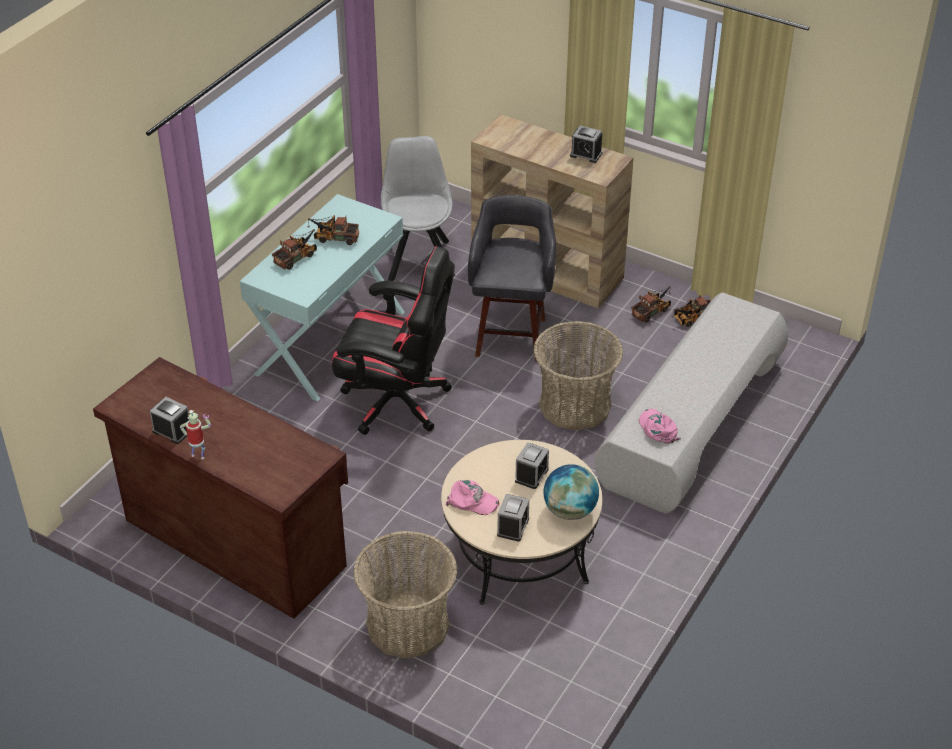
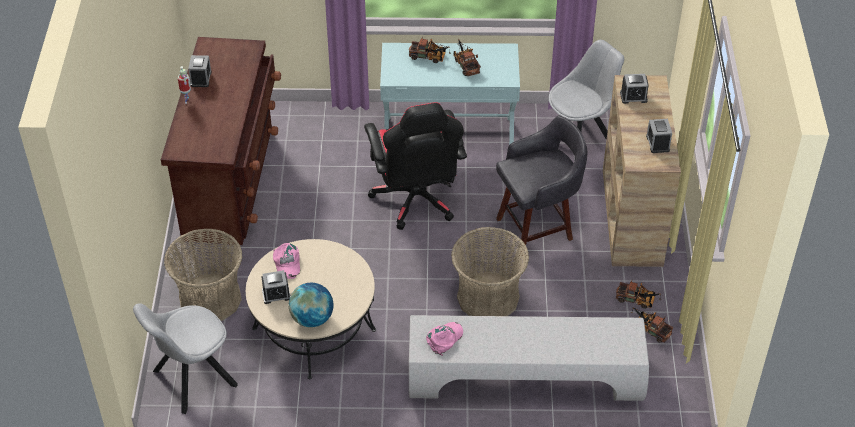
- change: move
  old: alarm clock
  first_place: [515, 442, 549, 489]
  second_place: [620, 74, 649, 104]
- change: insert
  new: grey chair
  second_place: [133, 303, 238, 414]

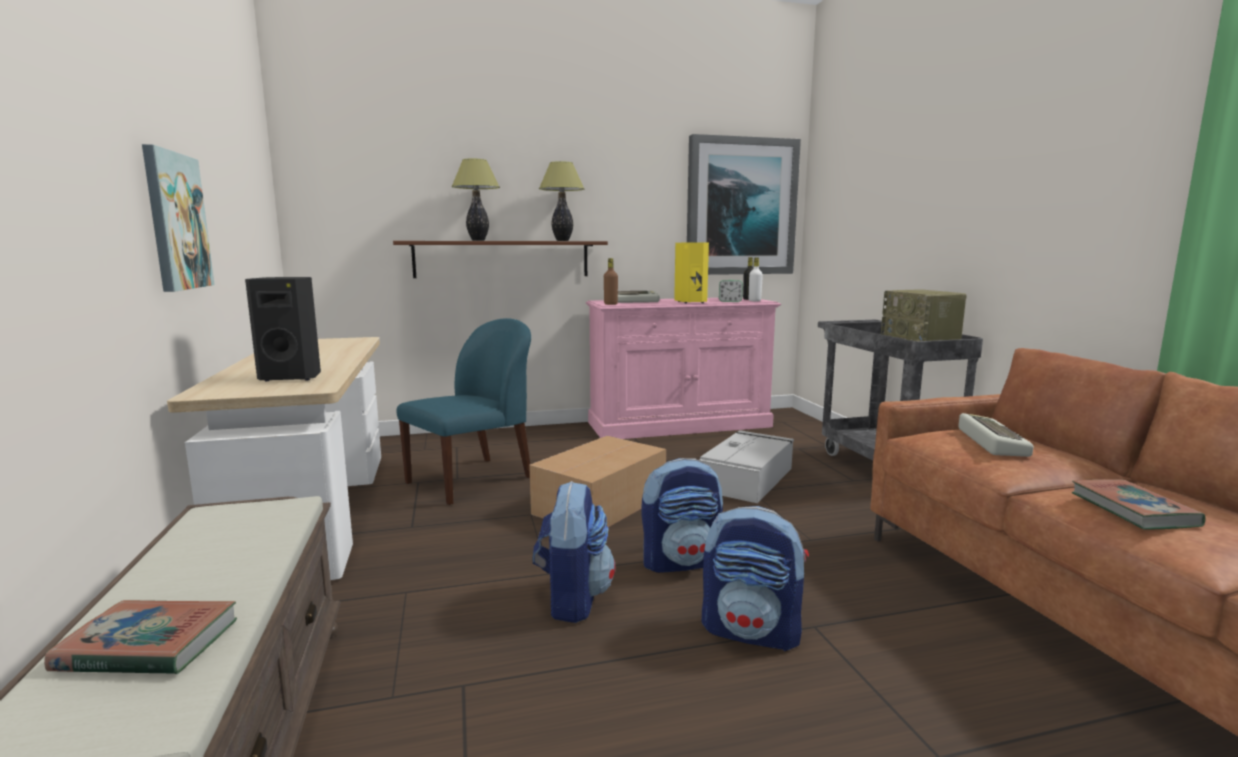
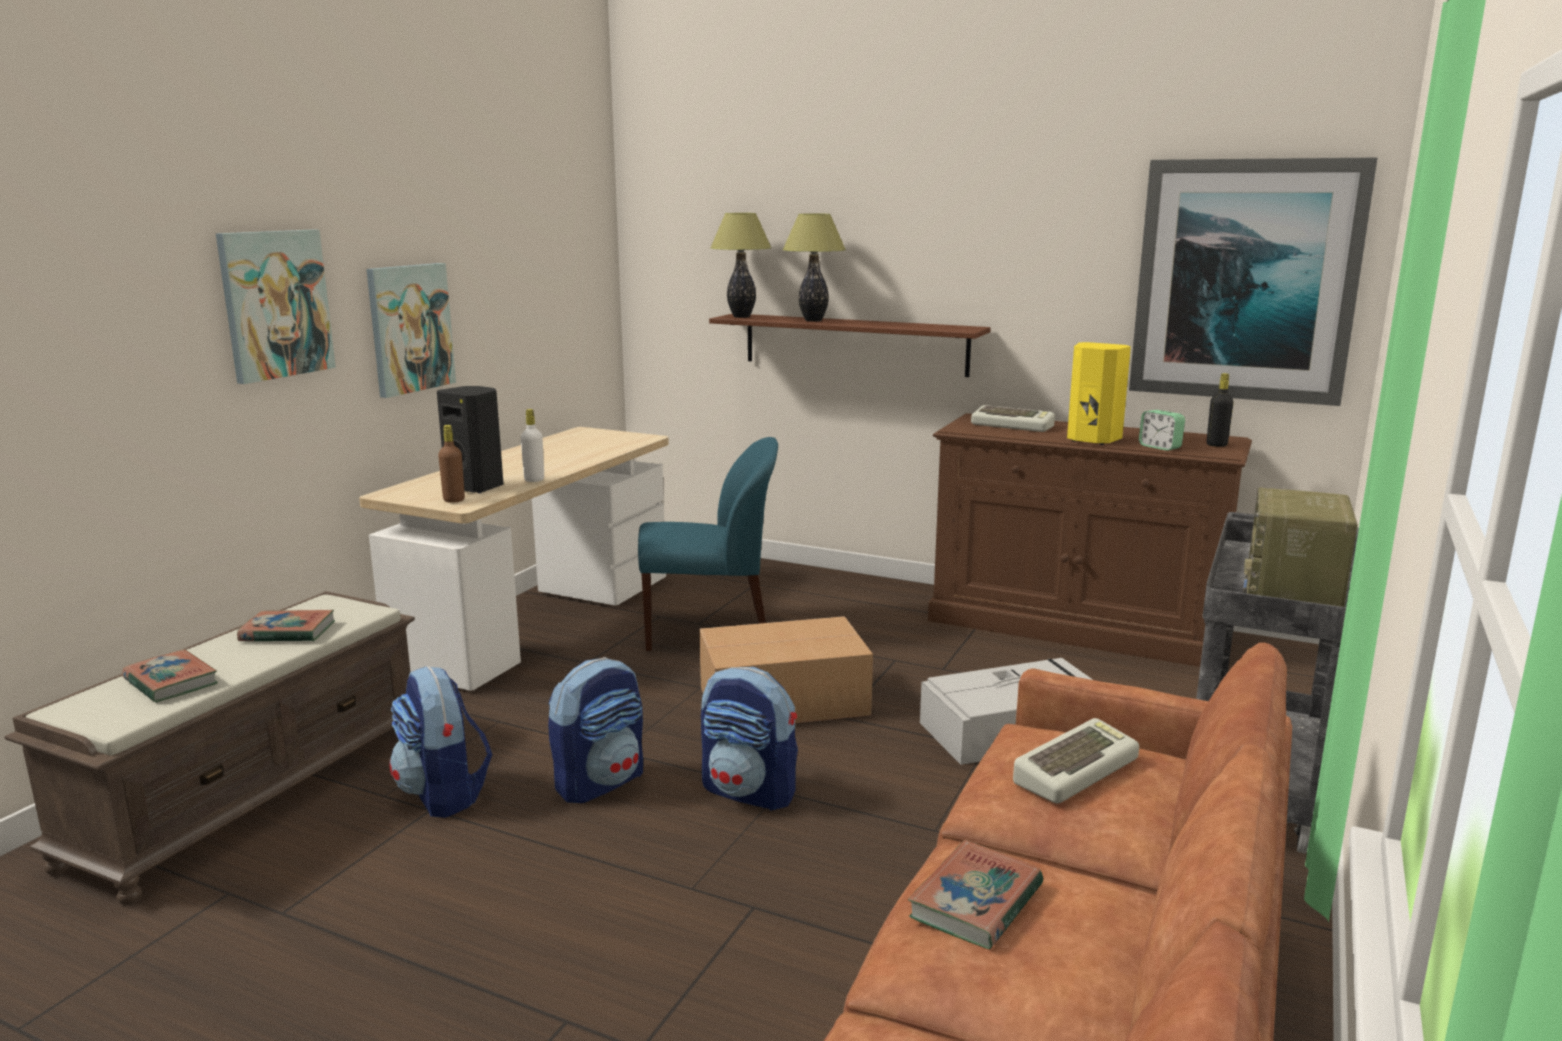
- change: move
  old: table lamp
  first_place: [539, 161, 584, 241]
  second_place: [710, 213, 772, 318]
- change: recolor
  old: pink cabinet
  new: brown cabinet
  first_place: [586, 297, 781, 439]
  second_place: [928, 413, 1252, 667]
- change: move
  old: brown bottle
  first_place: [604, 258, 618, 305]
  second_place: [438, 425, 465, 503]
- change: move
  old: backpack
  first_place: [702, 506, 809, 651]
  second_place: [389, 666, 493, 818]
- change: move
  old: white bottle
  first_place: [749, 258, 763, 301]
  second_place: [521, 409, 544, 482]
- change: insert
  new: picture
  second_place: [216, 230, 336, 384]
- change: insert
  new: book
  second_place: [237, 610, 335, 641]

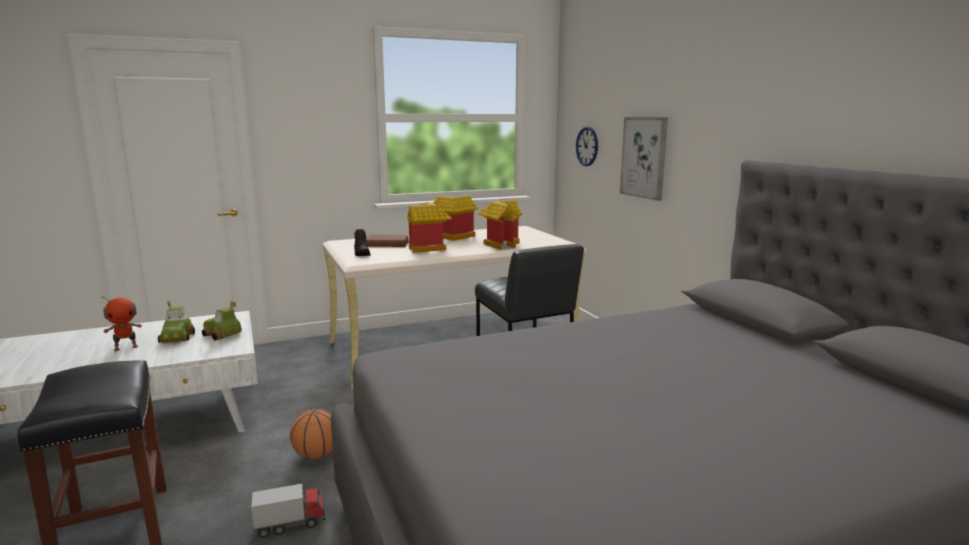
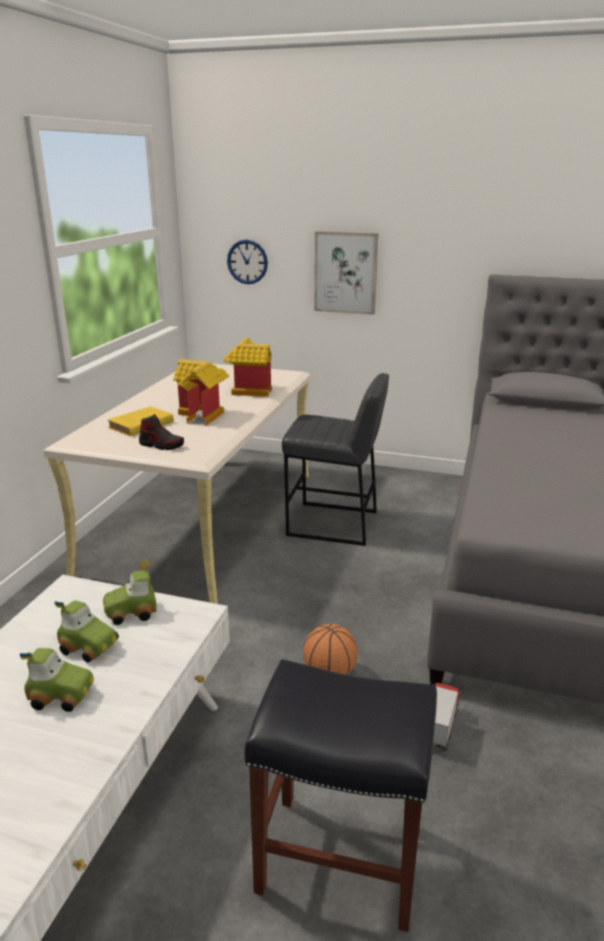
- change: replace
  old: toy robot
  new: toy car
  first_place: [101, 295, 142, 351]
  second_place: [20, 648, 94, 712]
- change: recolor
  old: brown book
  new: yellow book
  first_place: [366, 235, 409, 247]
  second_place: [108, 406, 174, 436]
- change: delete
  old: toy house
  first_place: [433, 195, 478, 241]

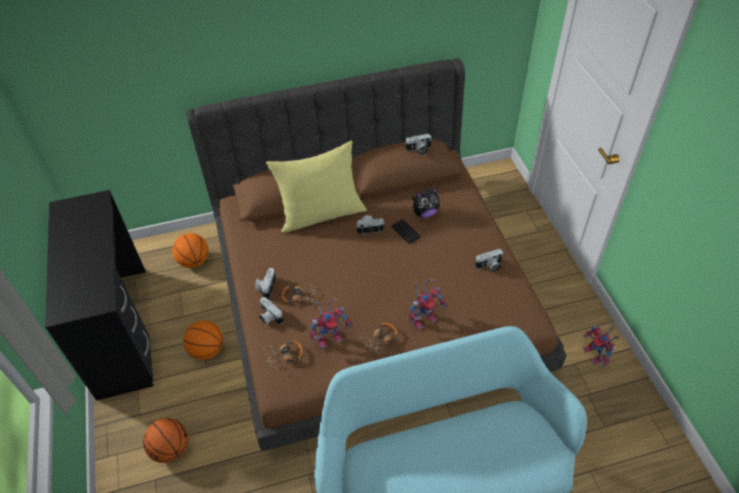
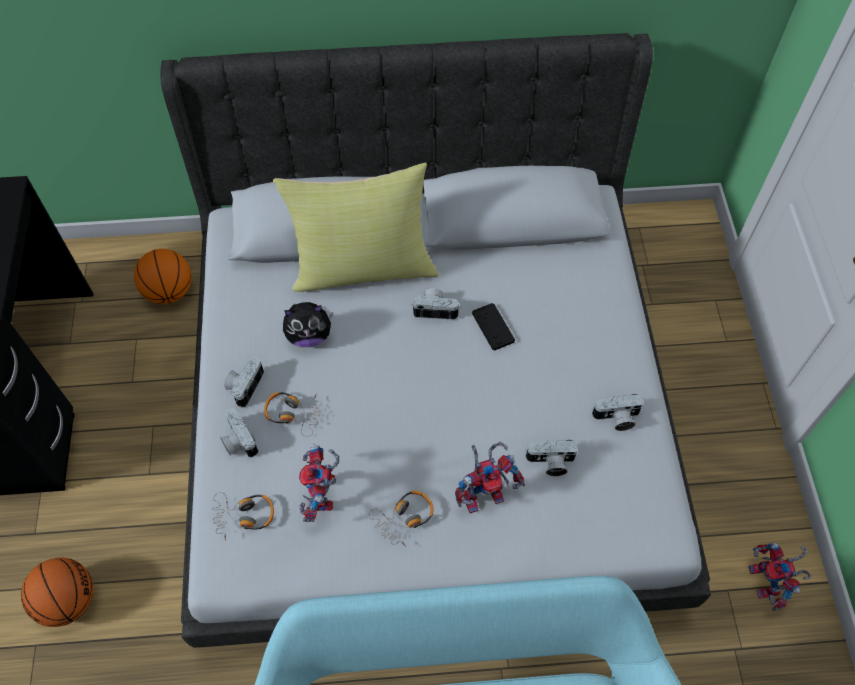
- change: delete
  old: basketball
  first_place: [183, 320, 223, 360]
- change: recolor
  old: brown bed
  new: grey bed
  first_place: [186, 58, 566, 451]
  second_place: [160, 33, 711, 648]
- change: rotate
  old: toy robot
  first_place: [310, 298, 353, 349]
  second_place: [299, 444, 339, 522]
  degrees: 105
- change: move
  old: photo camera
  first_place: [405, 134, 432, 155]
  second_place: [525, 440, 579, 476]
- change: move
  old: plush toy
  first_place: [412, 188, 440, 218]
  second_place: [283, 302, 333, 347]

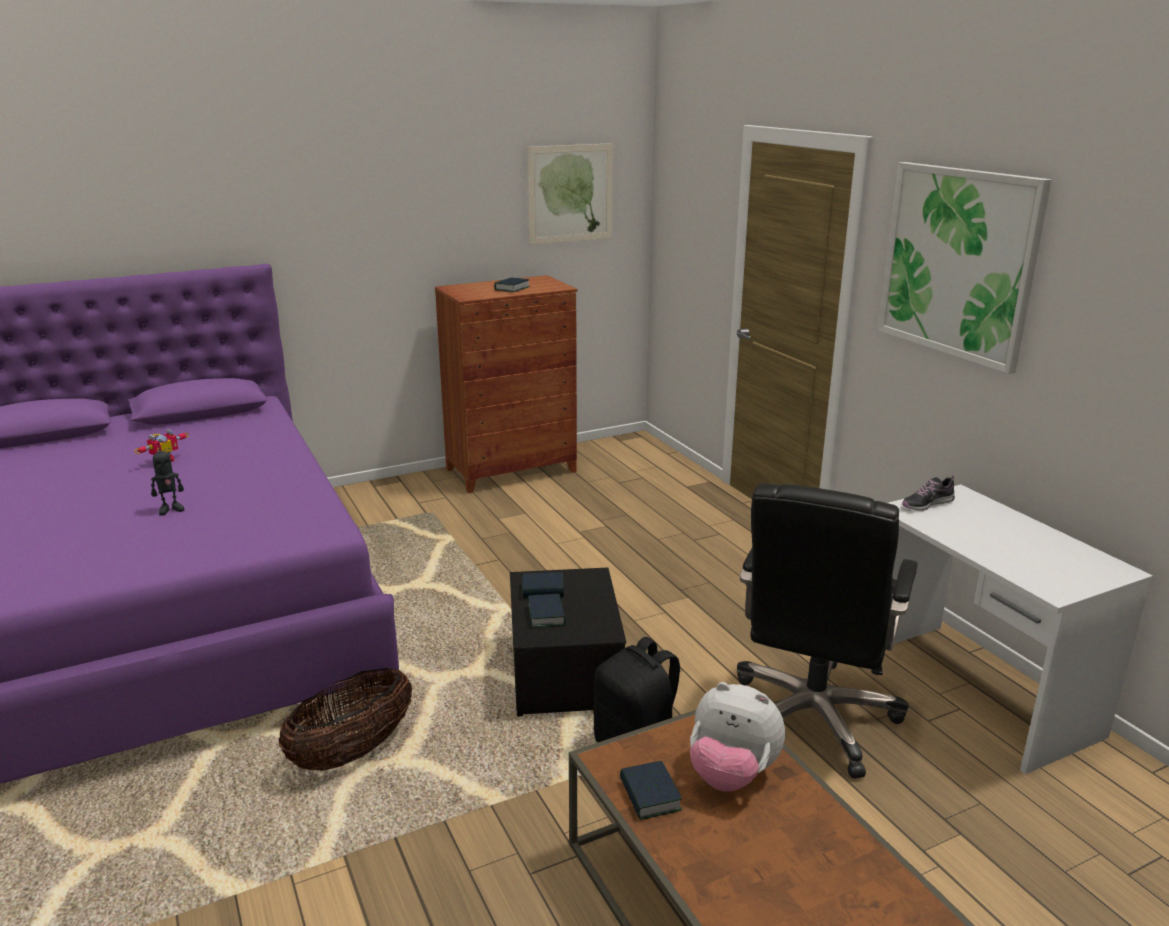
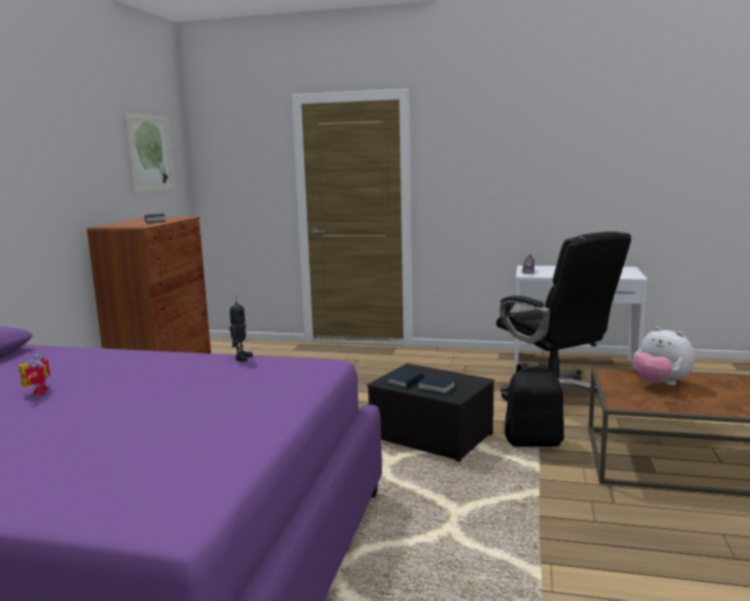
- change: move
  old: toy robot
  first_place: [151, 443, 184, 515]
  second_place: [230, 296, 253, 362]
- change: delete
  old: basket
  first_place: [279, 668, 412, 771]
- change: delete
  old: book
  first_place: [620, 761, 682, 820]
- change: rotate
  old: plush toy
  first_place: [690, 682, 785, 791]
  second_place: [632, 326, 695, 386]
  degrees: 75
- change: delete
  old: picture
  first_place: [878, 162, 1051, 374]

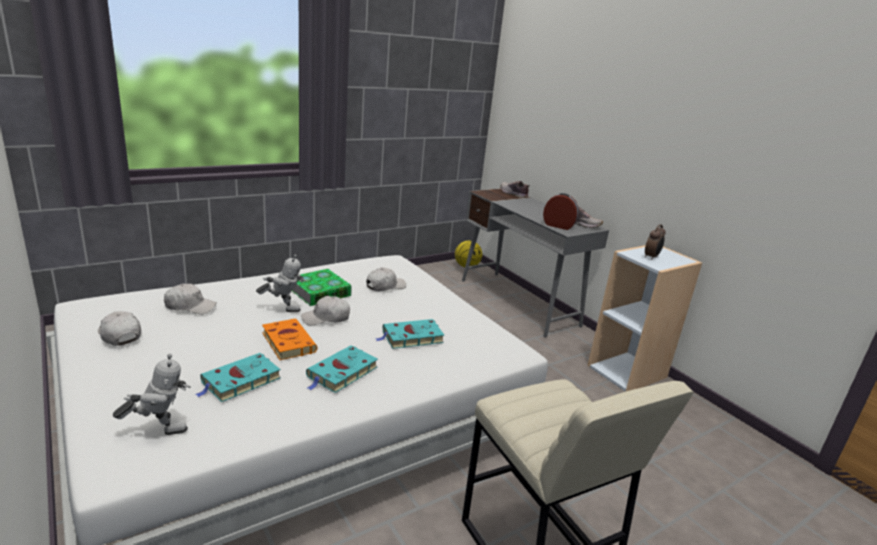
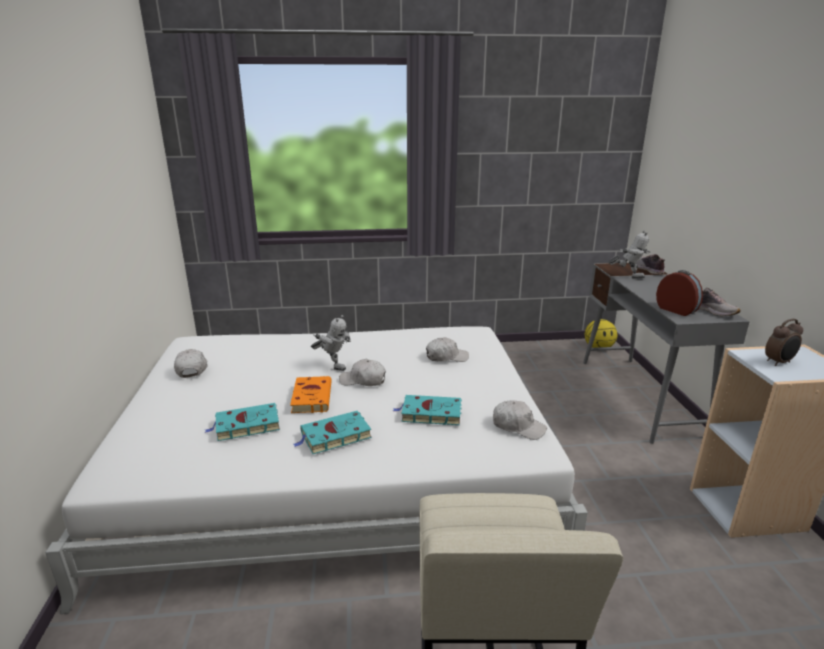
- change: move
  old: toy robot
  first_place: [113, 354, 191, 435]
  second_place: [608, 231, 651, 279]
- change: move
  old: white cap
  first_place: [164, 284, 216, 314]
  second_place: [493, 400, 547, 440]
- change: delete
  old: book
  first_place: [292, 269, 352, 306]

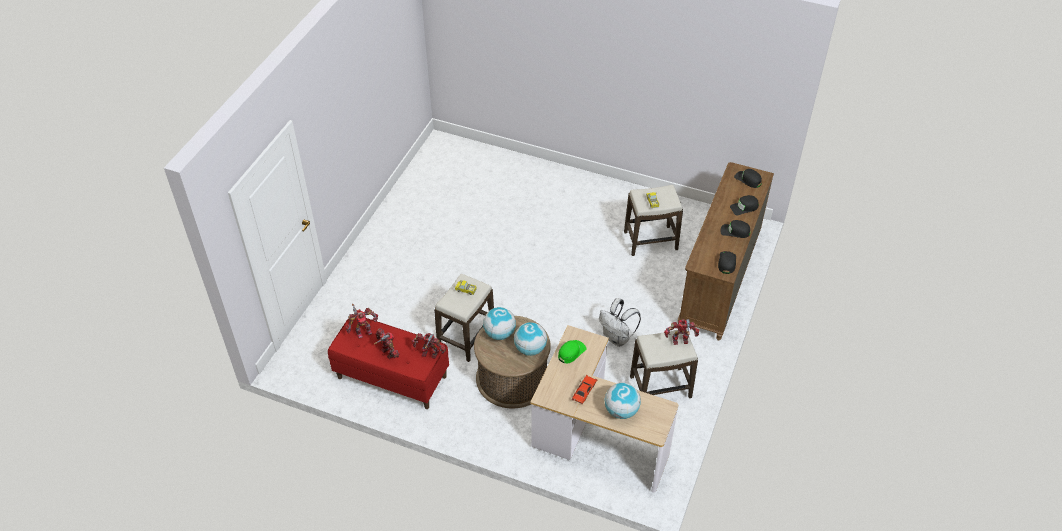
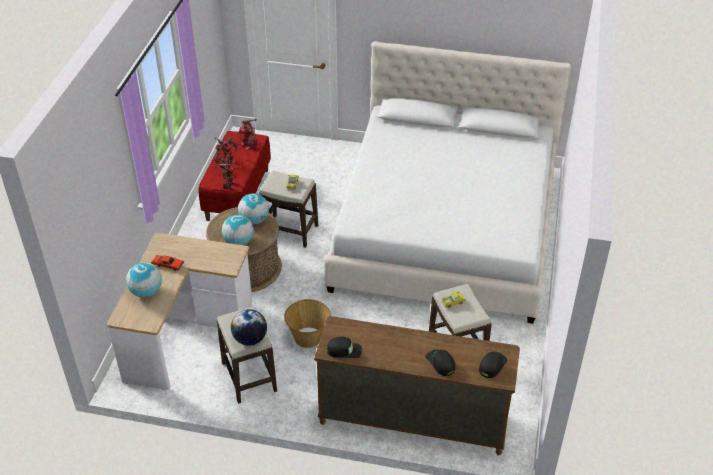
- change: delete
  old: green cap
  first_place: [558, 340, 587, 363]
- change: replace
  old: white backpack
  new: basket
  first_place: [599, 298, 641, 347]
  second_place: [284, 299, 331, 348]
- change: replace
  old: toy robot
  new: globe
  first_place: [664, 319, 699, 345]
  second_place: [231, 309, 267, 346]
- change: delete
  old: black cap
  first_place: [721, 220, 750, 238]
- change: insert
  new: white bed
  second_place: [324, 41, 571, 324]

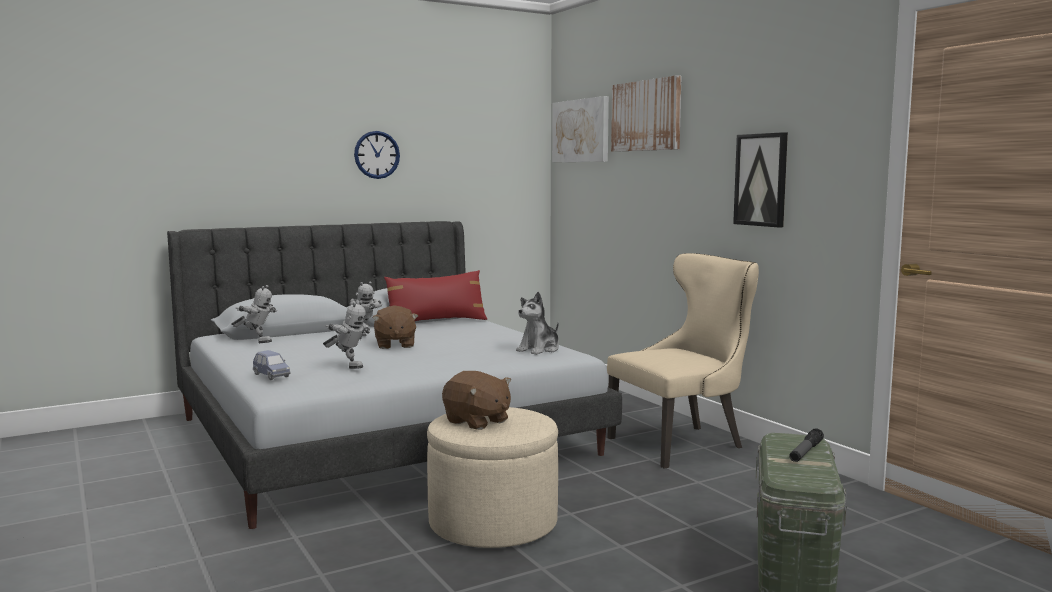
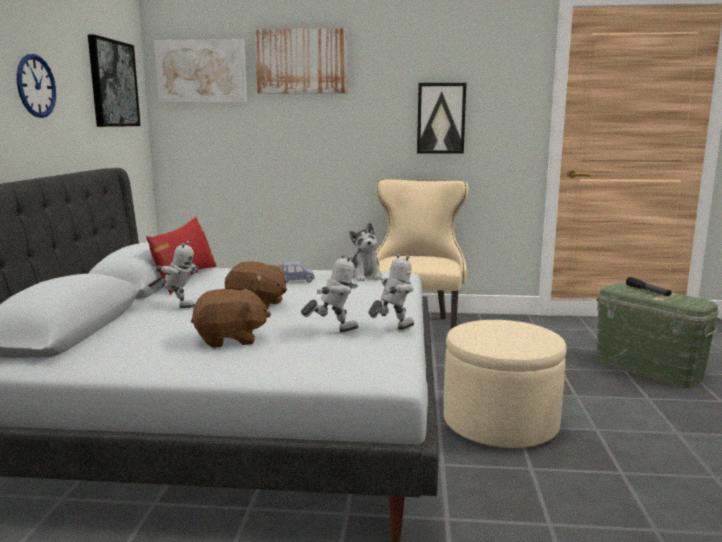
- change: move
  old: toy robot
  first_place: [231, 285, 277, 343]
  second_place: [368, 253, 414, 330]
- change: move
  old: blue toy car
  first_place: [253, 350, 291, 380]
  second_place: [282, 262, 315, 284]
- change: move
  old: brown plush toy
  first_place: [442, 371, 511, 430]
  second_place: [191, 289, 271, 348]
- change: insert
  new: picture
  second_place: [88, 34, 141, 127]

